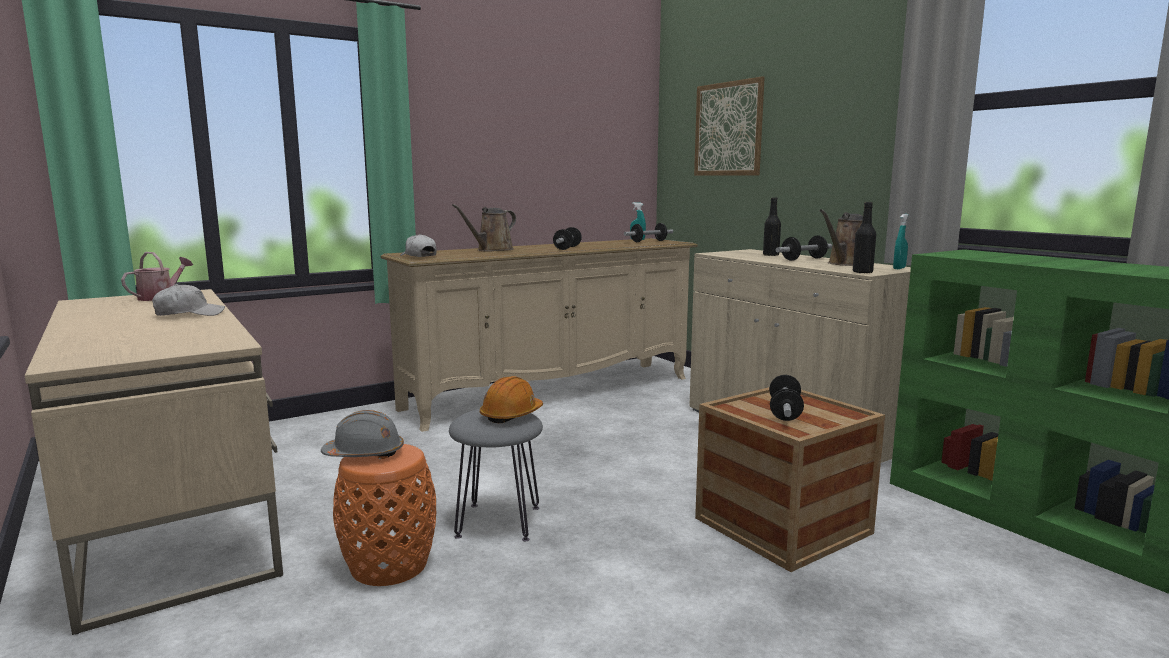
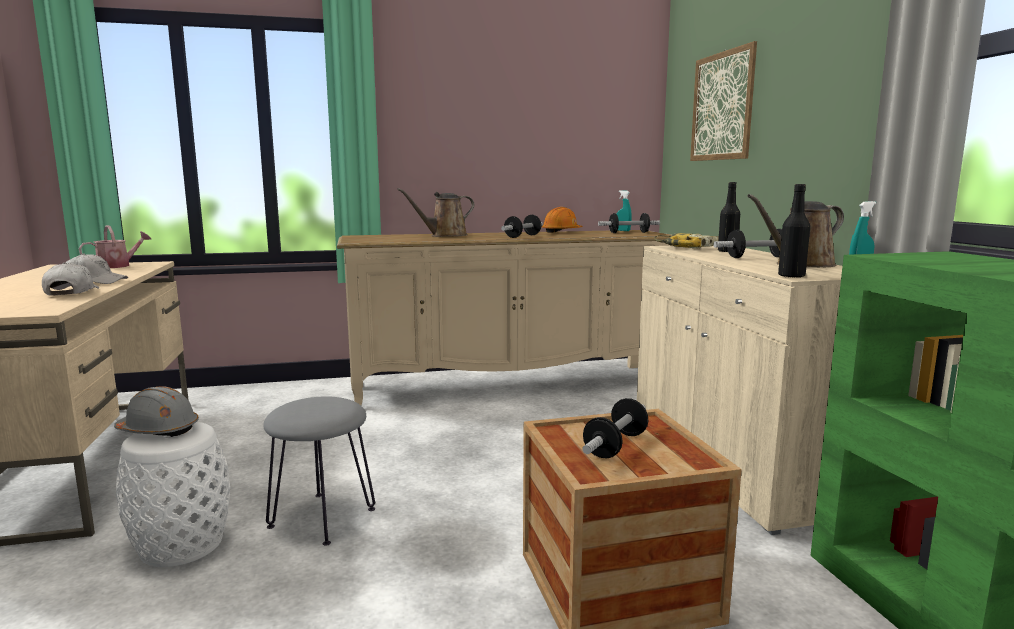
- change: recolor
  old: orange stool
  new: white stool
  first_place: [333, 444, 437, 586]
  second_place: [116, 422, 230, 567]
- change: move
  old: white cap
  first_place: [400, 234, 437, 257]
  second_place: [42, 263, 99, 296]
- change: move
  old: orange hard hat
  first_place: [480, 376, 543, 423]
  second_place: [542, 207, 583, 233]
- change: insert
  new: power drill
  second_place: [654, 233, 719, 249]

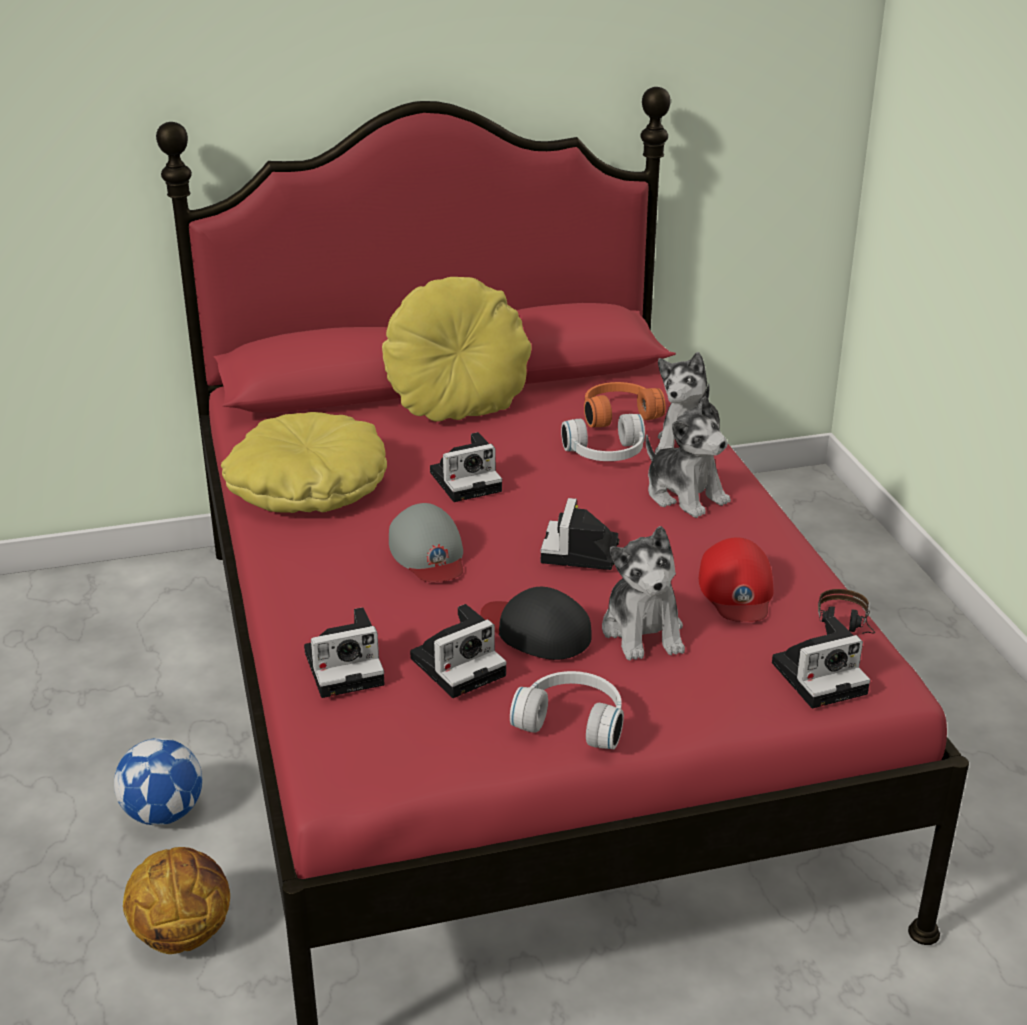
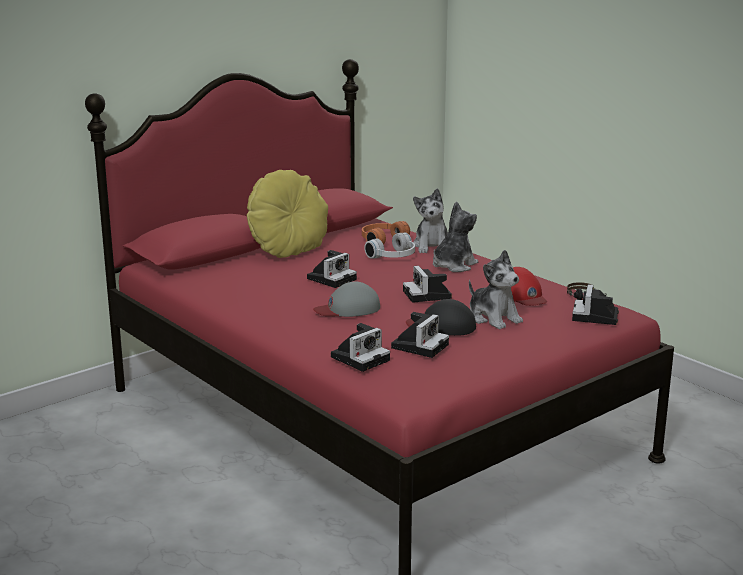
- change: delete
  old: football
  first_place: [114, 738, 202, 825]
- change: delete
  old: basketball
  first_place: [123, 847, 230, 954]
- change: delete
  old: yellow pillow
  first_place: [221, 412, 387, 513]
- change: rotate
  old: grey cap
  first_place: [389, 503, 463, 582]
  second_place: [313, 281, 380, 317]
  degrees: 120
- change: delete
  old: white headphones
  first_place: [510, 671, 624, 749]
- change: rotate
  old: plush toy
  first_place: [646, 396, 731, 518]
  second_place: [433, 201, 478, 272]
  degrees: -75
- change: rotate
  old: photo camera
  first_place: [772, 617, 870, 708]
  second_place: [572, 285, 619, 325]
  degrees: 150

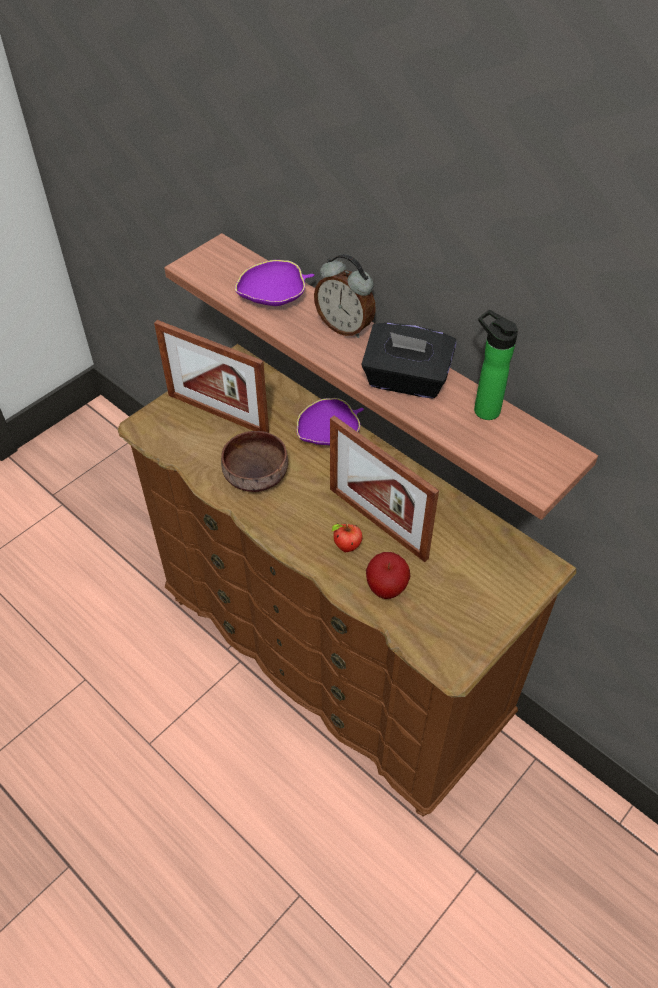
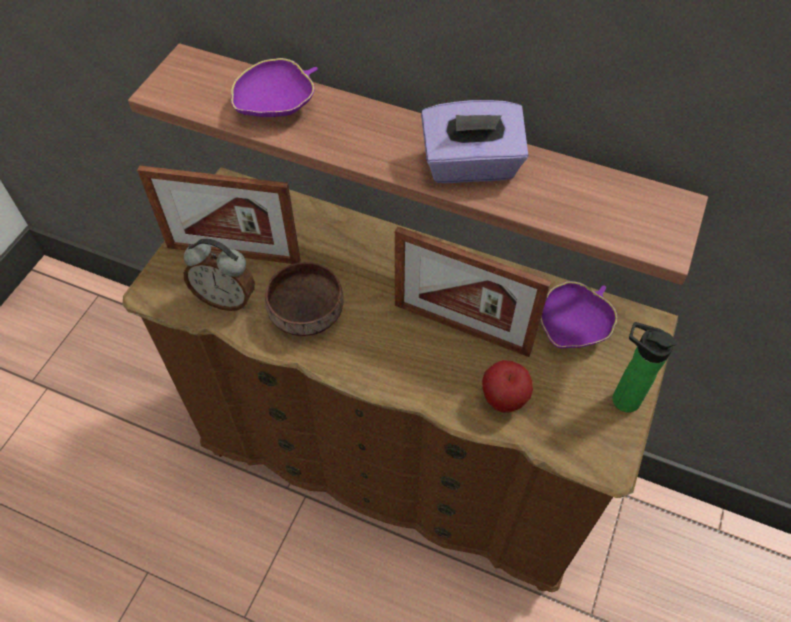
- change: move
  old: purple bowl
  first_place: [297, 398, 364, 445]
  second_place: [541, 281, 617, 348]
- change: move
  old: alarm clock
  first_place: [314, 254, 376, 338]
  second_place: [184, 239, 255, 311]
- change: delete
  old: apple
  first_place: [332, 523, 363, 552]
- change: recolor
  old: black tissue box
  new: purple tissue box
  first_place: [361, 323, 456, 399]
  second_place: [421, 100, 529, 183]
- change: move
  old: bottle
  first_place: [474, 310, 518, 420]
  second_place: [613, 322, 677, 413]

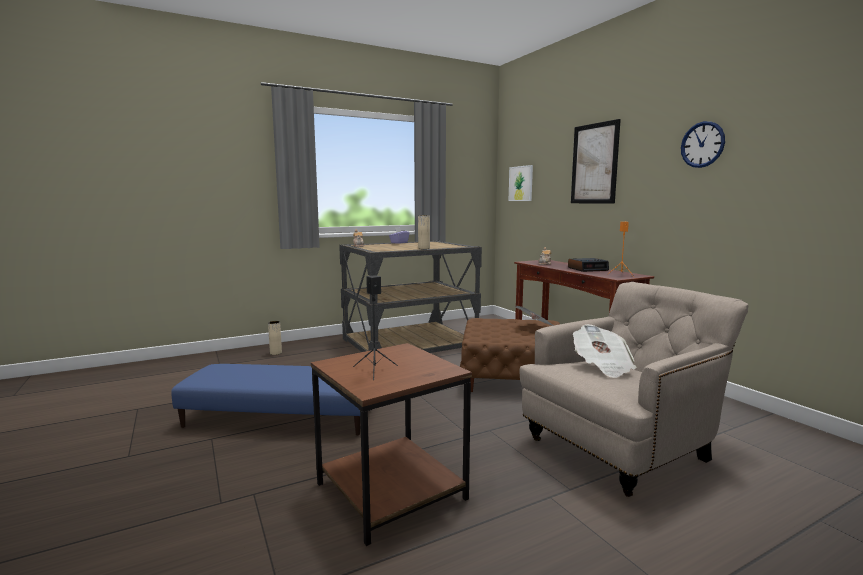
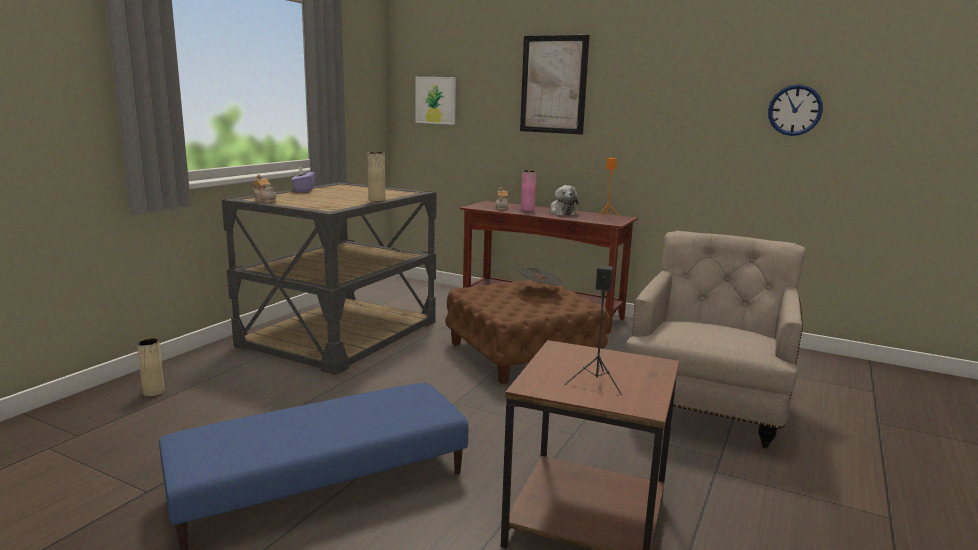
- change: replace
  old: alarm clock
  new: plush toy
  first_place: [568, 258, 609, 272]
  second_place: [550, 185, 579, 216]
- change: delete
  old: newspaper
  first_place: [573, 324, 637, 378]
- change: move
  old: wall clock
  first_place: [681, 121, 725, 168]
  second_place: [768, 85, 823, 136]
- change: insert
  new: pink vase
  second_place: [521, 170, 536, 211]

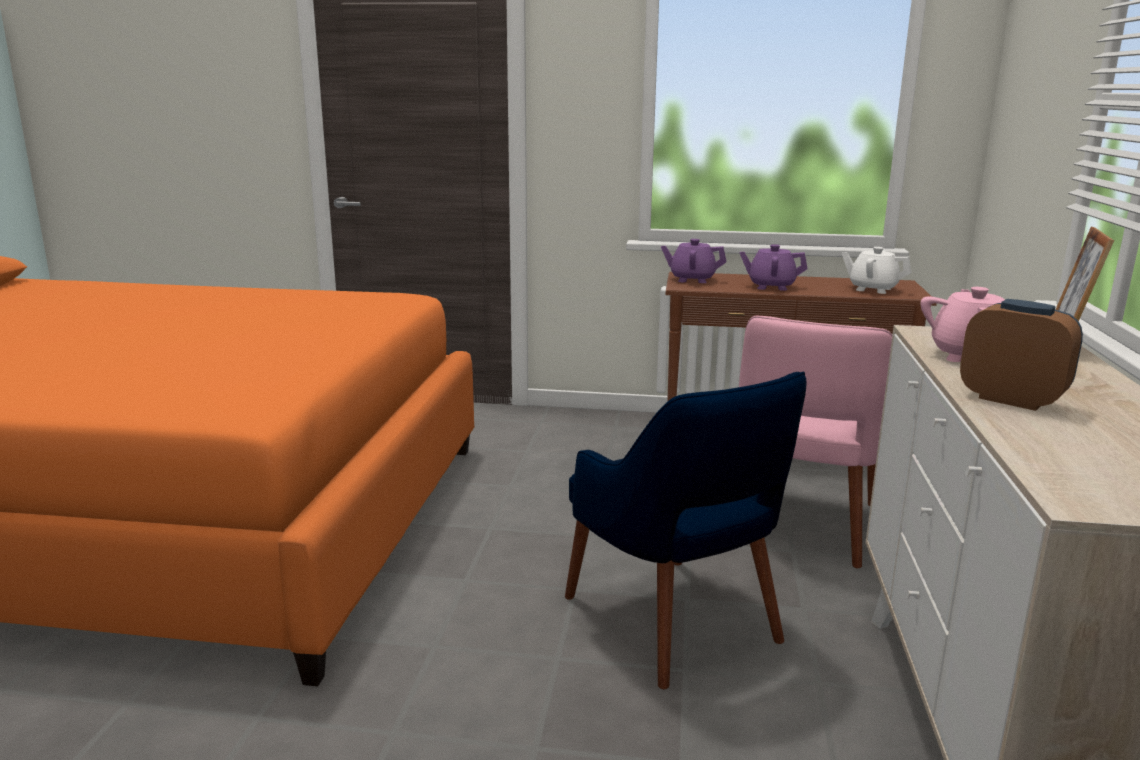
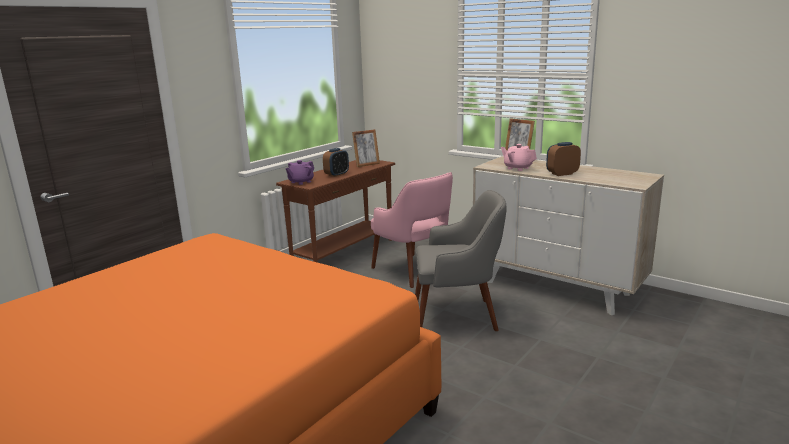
- change: recolor
  old: blue armchair
  new: grey armchair
  first_place: [565, 372, 806, 689]
  second_place: [415, 190, 507, 331]
- change: replace
  old: purple teapot
  new: alarm clock
  first_place: [739, 244, 808, 291]
  second_place: [323, 148, 349, 177]
- change: replace
  old: white teapot
  new: picture frame
  first_place: [842, 247, 911, 294]
  second_place: [352, 129, 380, 167]

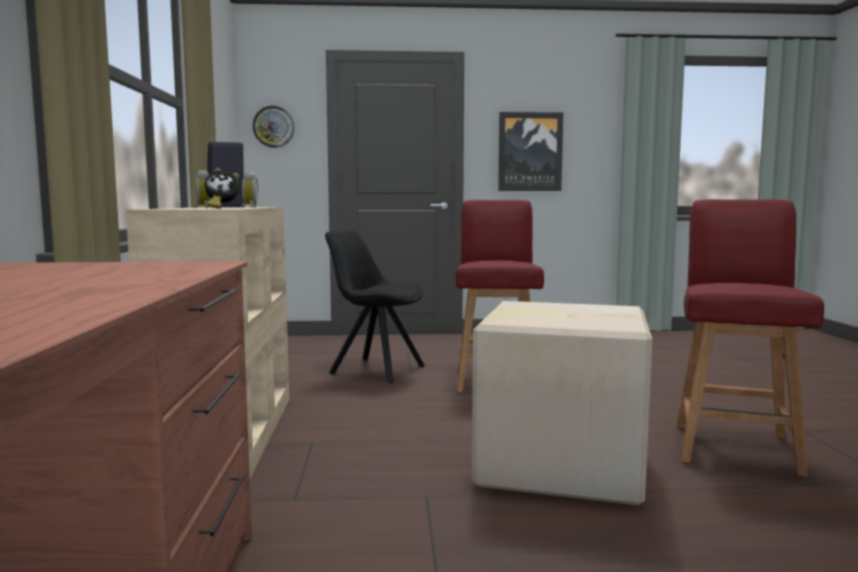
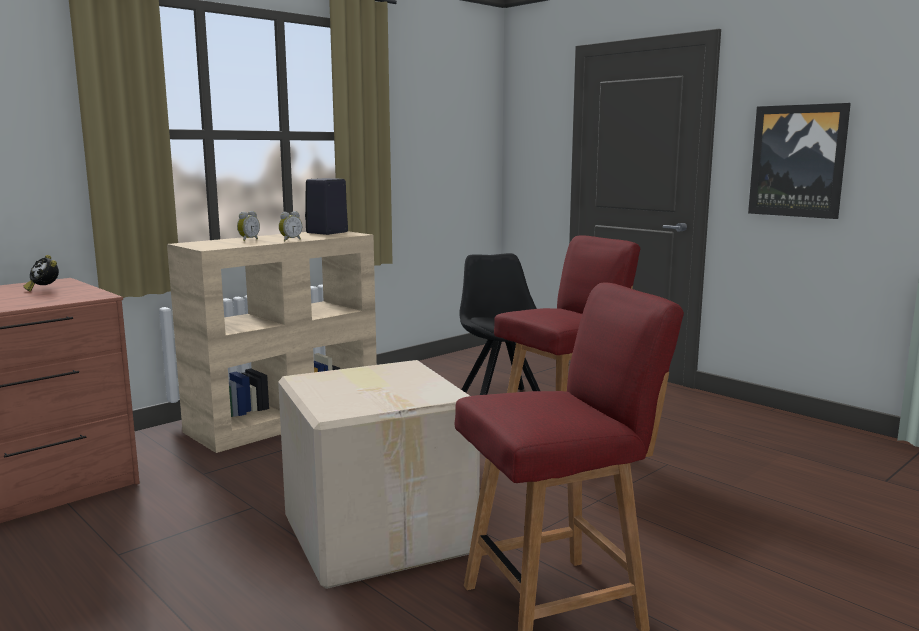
- change: move
  old: alarm clock
  first_place: [204, 168, 240, 209]
  second_place: [23, 255, 59, 291]
- change: delete
  old: wall clock
  first_place: [252, 106, 294, 148]

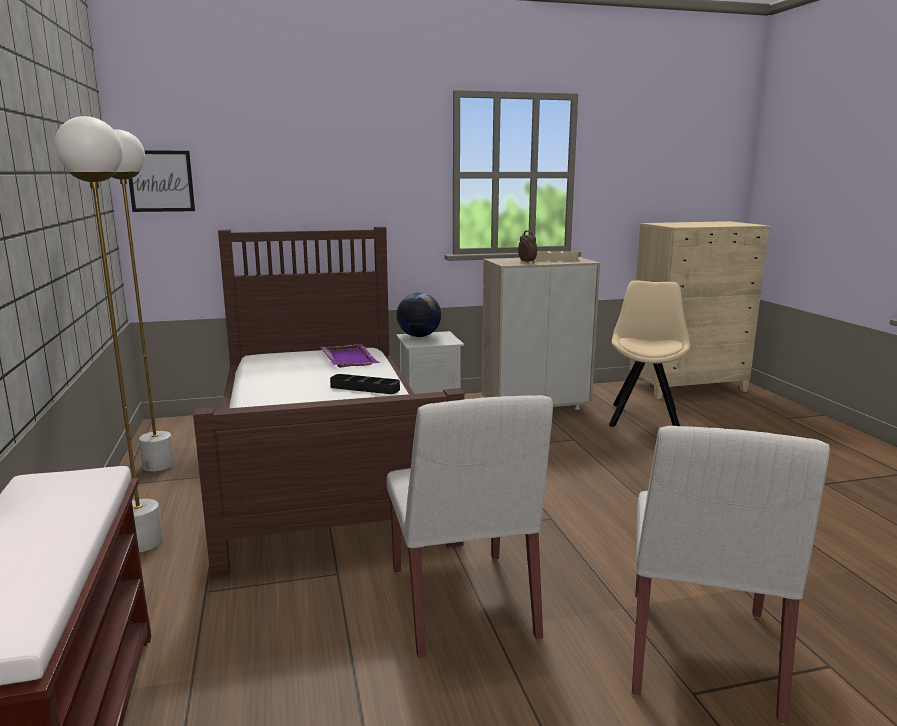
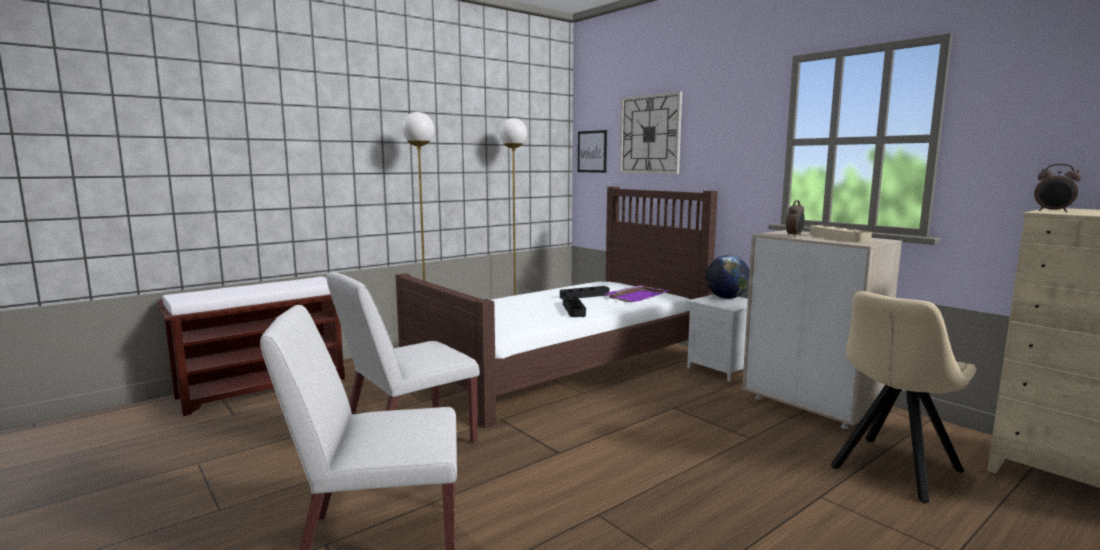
- change: rotate
  old: beige chair
  first_place: [609, 280, 690, 427]
  second_place: [831, 291, 976, 503]
  degrees: 150
- change: insert
  new: black tray
  second_place: [560, 286, 609, 299]
- change: insert
  new: wall clock
  second_place: [620, 91, 682, 174]
- change: insert
  new: alarm clock
  second_place: [1034, 164, 1081, 212]

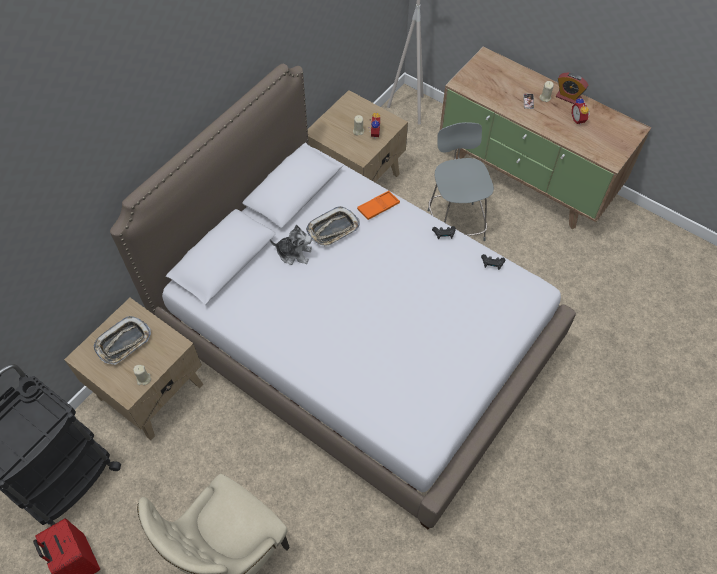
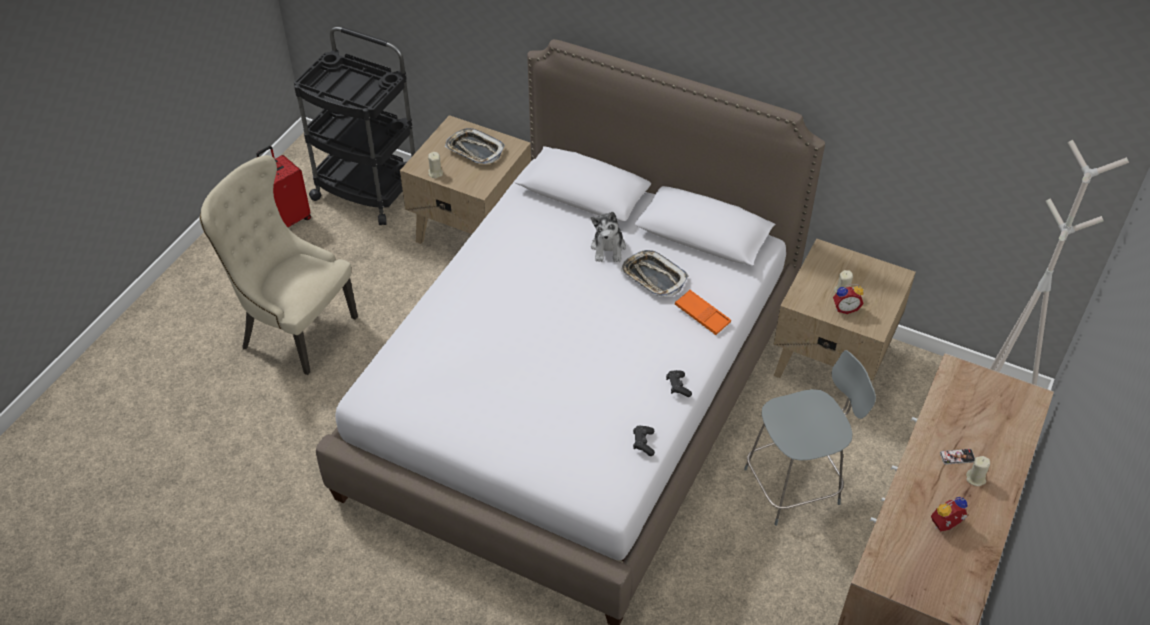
- change: delete
  old: alarm clock
  first_place: [556, 73, 589, 104]

